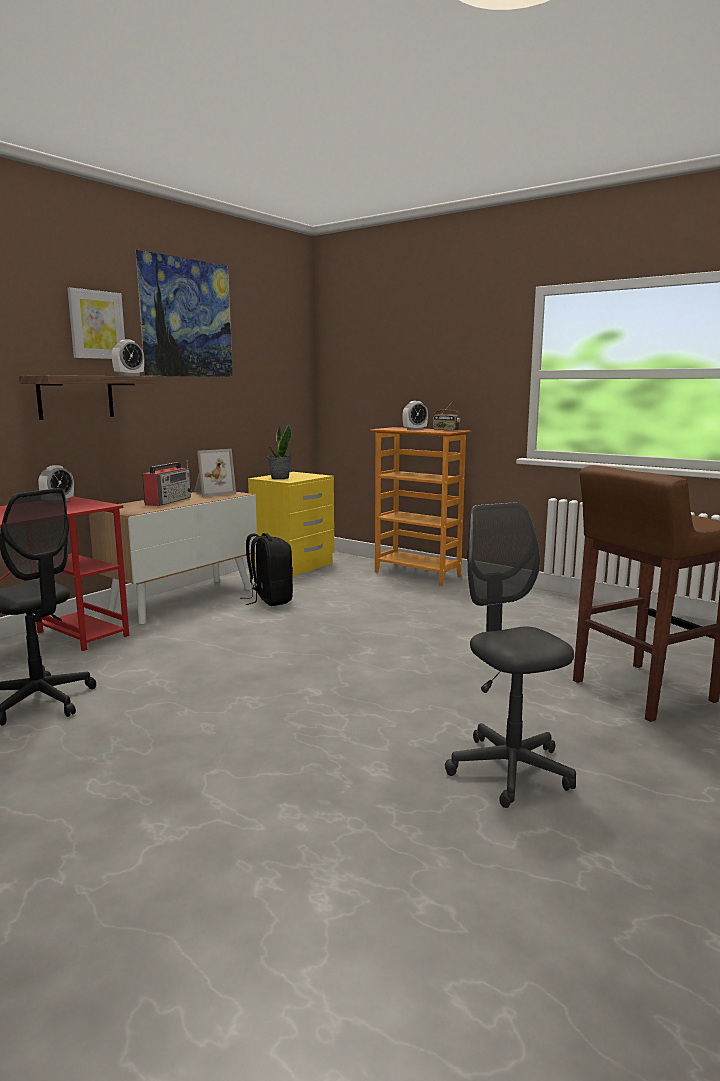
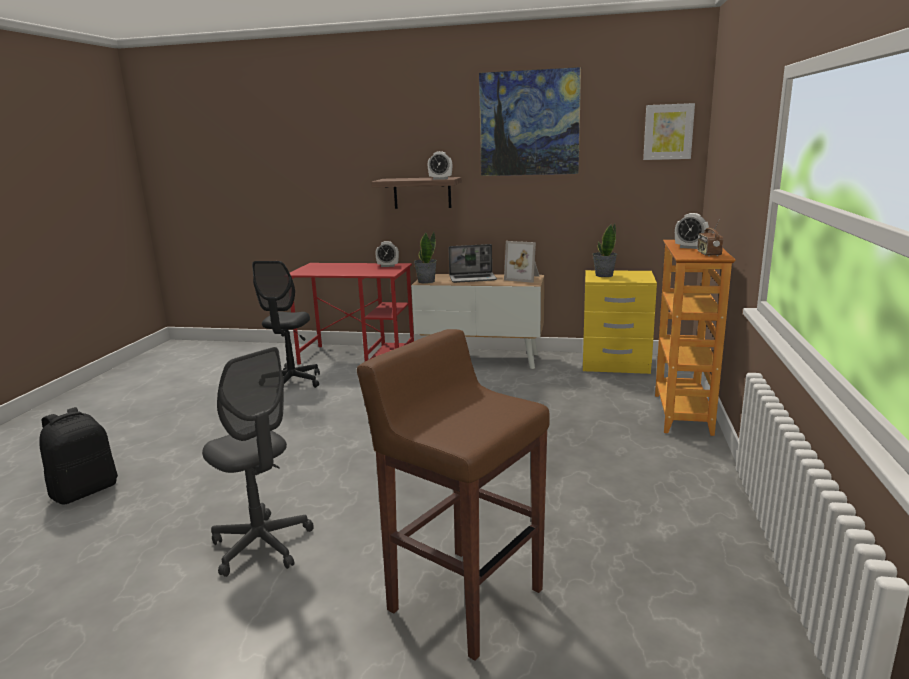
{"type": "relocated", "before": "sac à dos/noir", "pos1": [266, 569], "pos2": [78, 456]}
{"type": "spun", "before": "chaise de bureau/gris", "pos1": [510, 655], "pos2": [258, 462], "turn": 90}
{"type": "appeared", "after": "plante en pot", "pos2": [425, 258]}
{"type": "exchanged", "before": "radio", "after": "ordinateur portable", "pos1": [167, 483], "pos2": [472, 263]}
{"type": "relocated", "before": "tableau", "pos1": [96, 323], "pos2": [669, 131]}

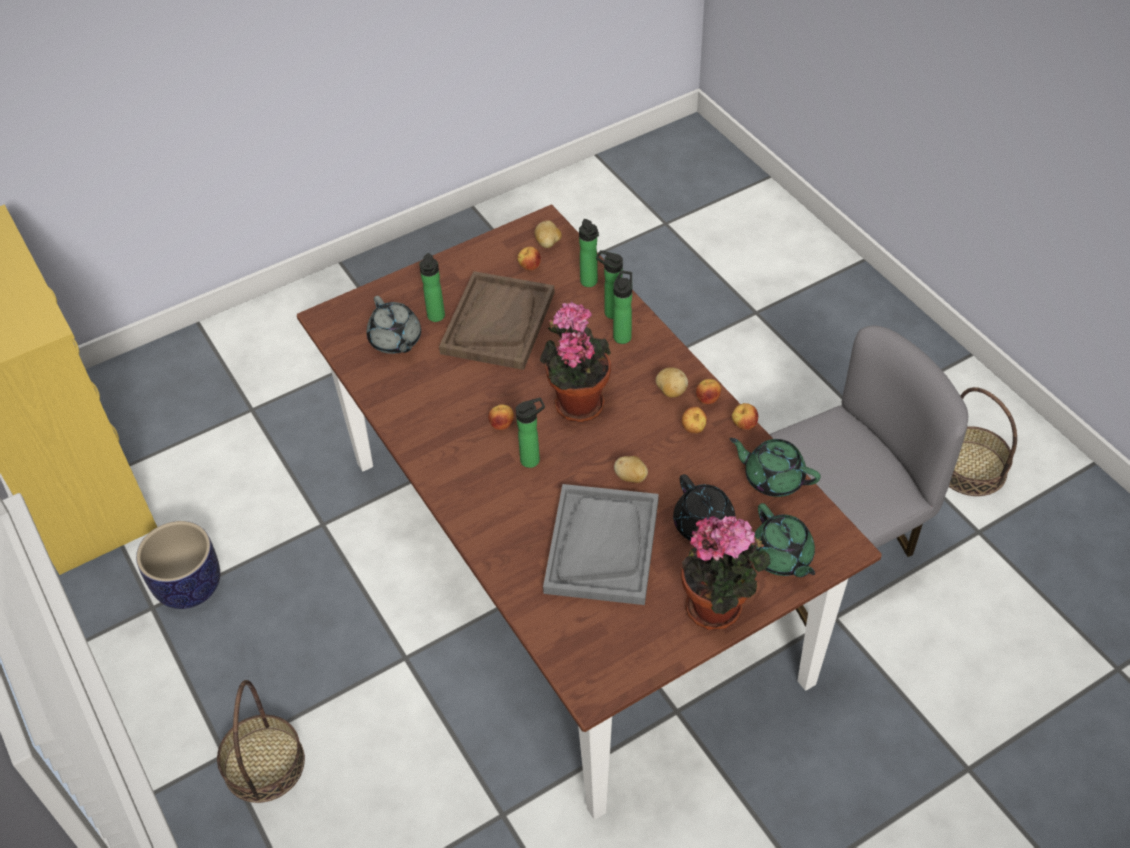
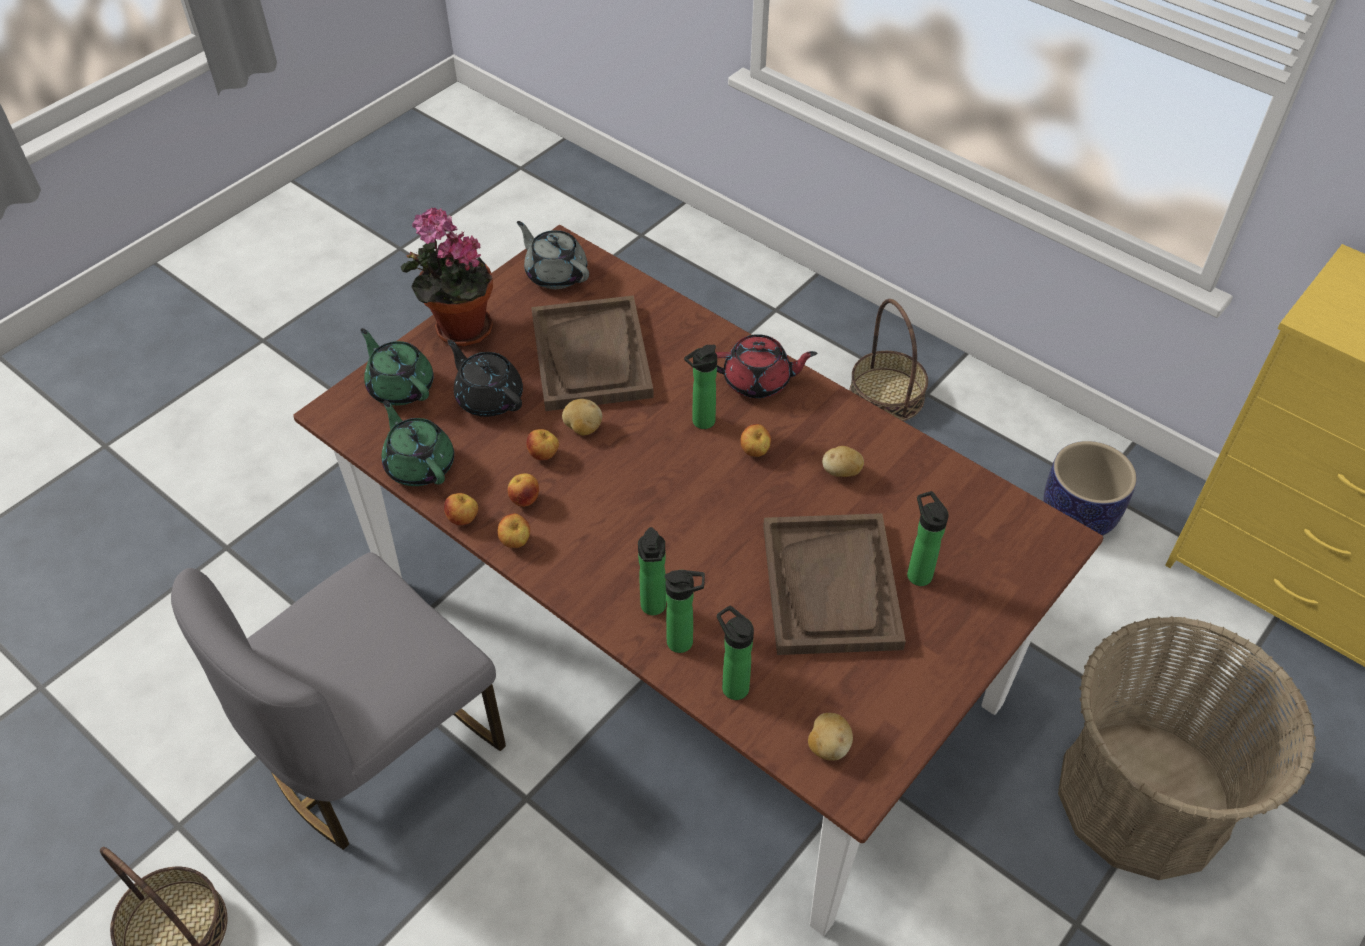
{"type": "spun", "before": "théière/vert", "pos1": [775, 467], "pos2": [418, 443], "turn": -135}
{"type": "relocated", "before": "théière/gris", "pos1": [393, 325], "pos2": [553, 255]}
{"type": "relocated", "before": "pomme", "pos1": [529, 259], "pos2": [543, 444]}
{"type": "colour", "before": "plateau/gris", "after": "plateau/marron", "pos1": [601, 544], "pos2": [592, 353]}
{"type": "appeared", "after": "théière/rouge", "pos2": [766, 366]}
{"type": "relocated", "before": "pomme de terre", "pos1": [672, 382], "pos2": [843, 461]}
{"type": "appeared", "after": "panier", "pos2": [1187, 748]}
{"type": "missing", "before": "plante en pot", "pos1": [575, 362]}

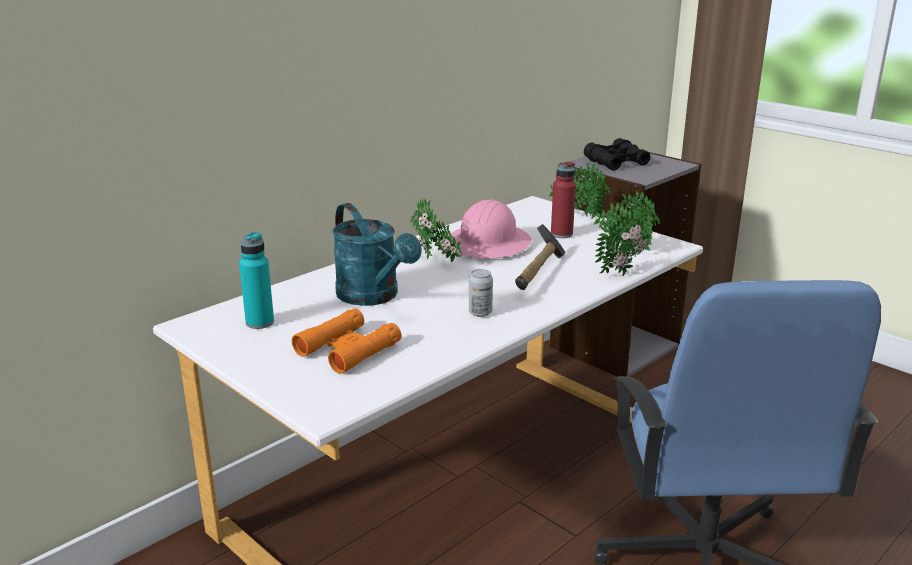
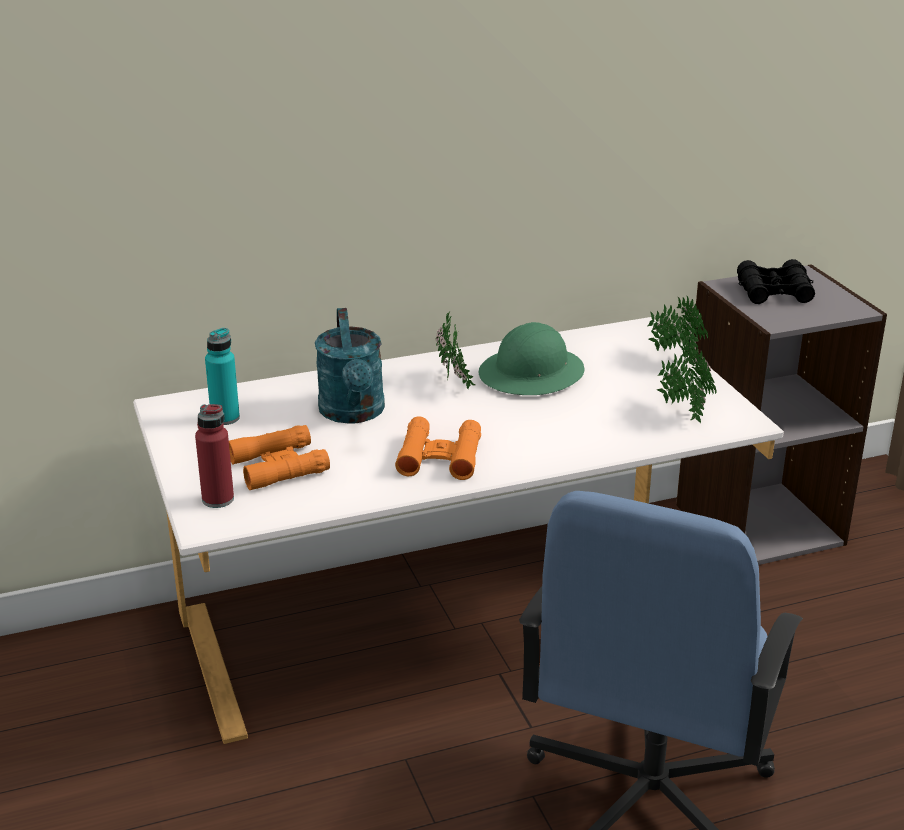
{"type": "relocated", "before": "bouteille/rouge", "pos1": [563, 199], "pos2": [214, 456]}
{"type": "exchanged", "before": "boîte métallique", "after": "jumelles/orange", "pos1": [481, 293], "pos2": [438, 448]}
{"type": "colour", "before": "casque de chantier/rose", "after": "casque de chantier/vert", "pos1": [490, 229], "pos2": [531, 358]}
{"type": "missing", "before": "marteau", "pos1": [540, 257]}
{"type": "missing", "before": "plante en pot", "pos1": [623, 245]}

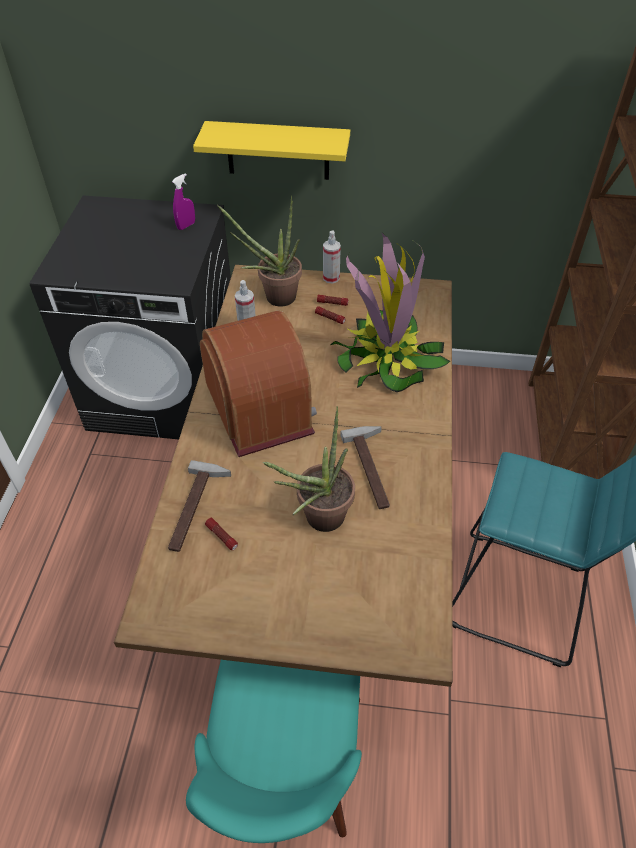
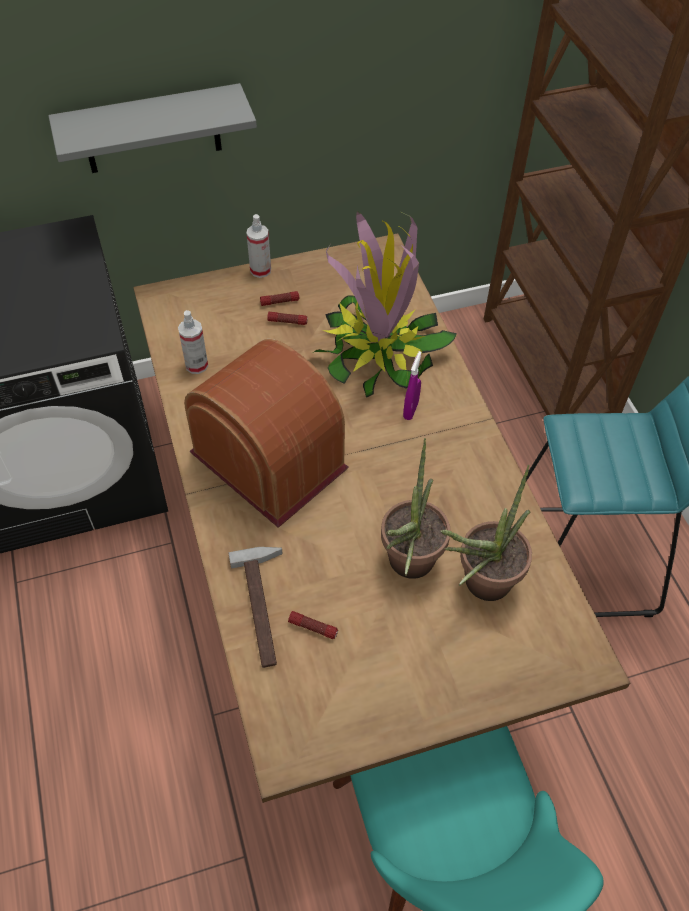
{"type": "colour", "before": "étagère/jaune", "after": "étagère/gris", "pos1": [271, 150], "pos2": [152, 128]}
{"type": "relocated", "before": "vaporisateur/violet", "pos1": [183, 201], "pos2": [412, 385]}
{"type": "relocated", "before": "plante en pot", "pos1": [259, 251], "pos2": [486, 533]}
{"type": "missing", "before": "marteau", "pos1": [365, 467]}

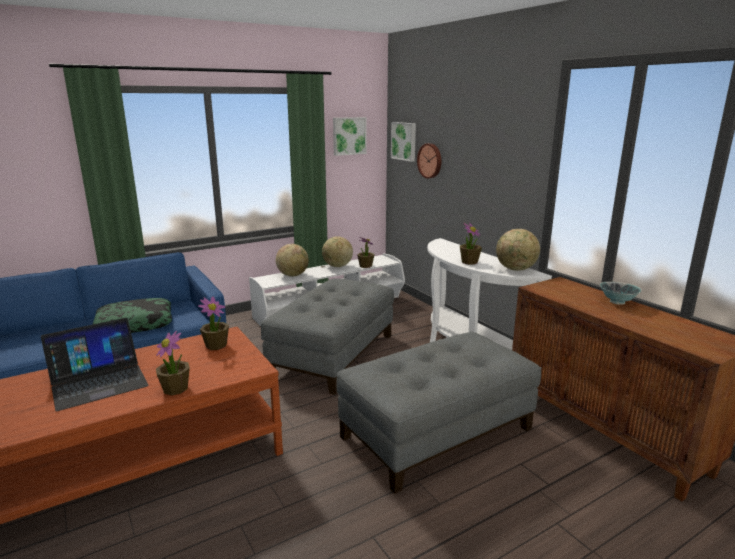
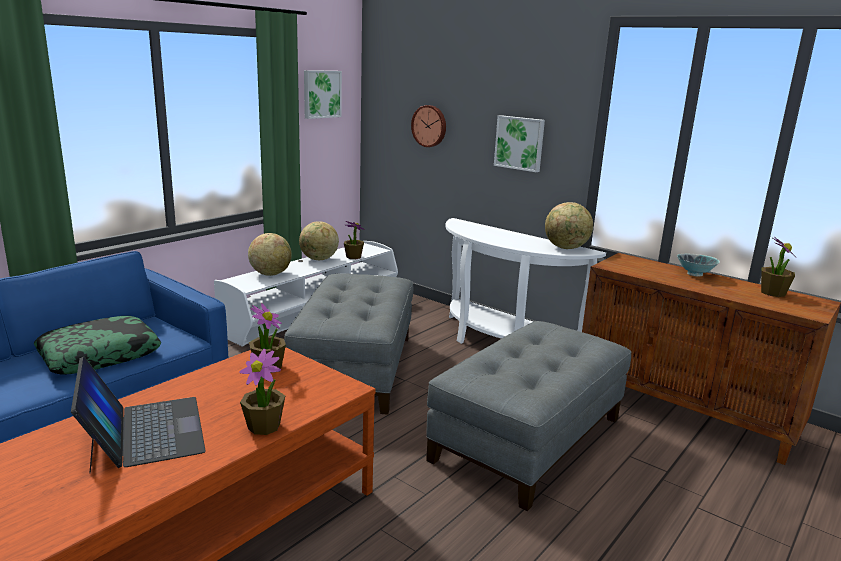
{"type": "spun", "before": "ordinateur portable", "pos1": [94, 364], "pos2": [138, 414], "turn": -60}
{"type": "relocated", "before": "tableau", "pos1": [403, 142], "pos2": [519, 143]}
{"type": "relocated", "before": "plante en pot", "pos1": [471, 243], "pos2": [778, 267]}

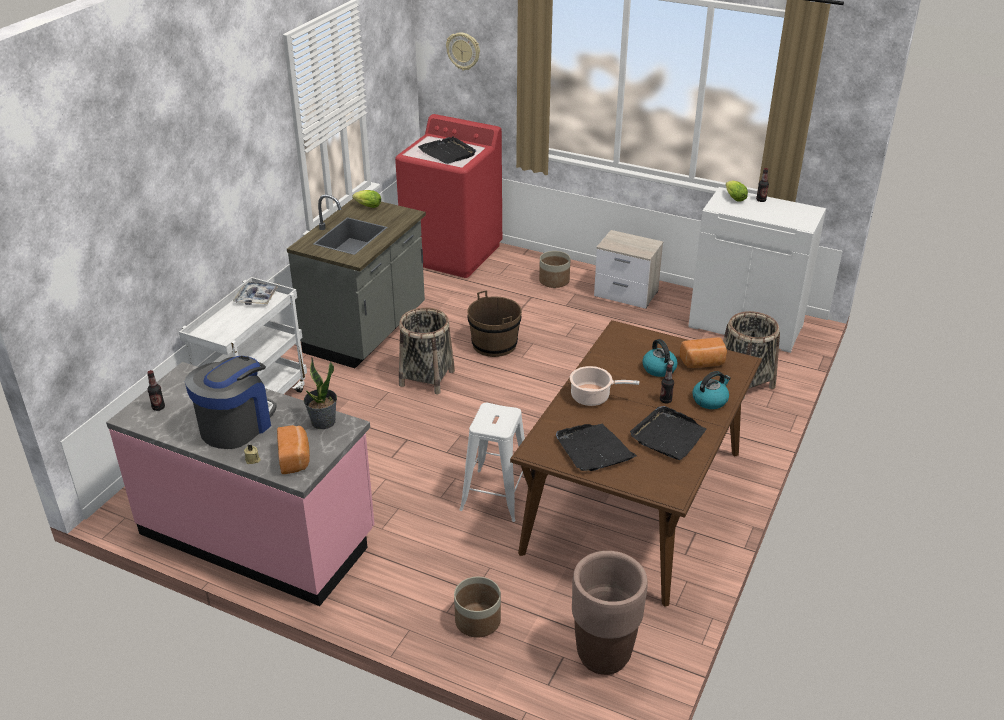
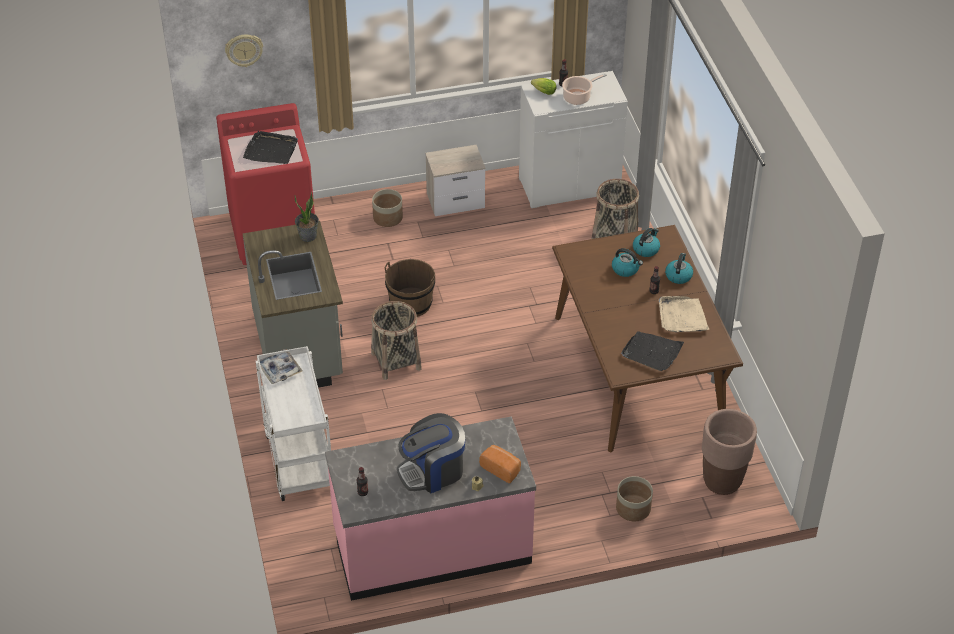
{"type": "relocated", "before": "plante en pot", "pos1": [320, 393], "pos2": [307, 216]}
{"type": "spun", "before": "machine à café", "pos1": [231, 402], "pos2": [431, 453], "turn": -105}
{"type": "relocated", "before": "marmite", "pos1": [604, 386], "pos2": [584, 89]}
{"type": "exchanged", "before": "pain", "after": "bouilloire", "pos1": [703, 352], "pos2": [646, 242]}
{"type": "colour", "before": "plateau/noir", "after": "plateau/beige", "pos1": [668, 433], "pos2": [684, 314]}
{"type": "missing", "before": "laitue", "pos1": [367, 199]}
{"type": "missing", "before": "tabouret/blanc", "pos1": [492, 462]}

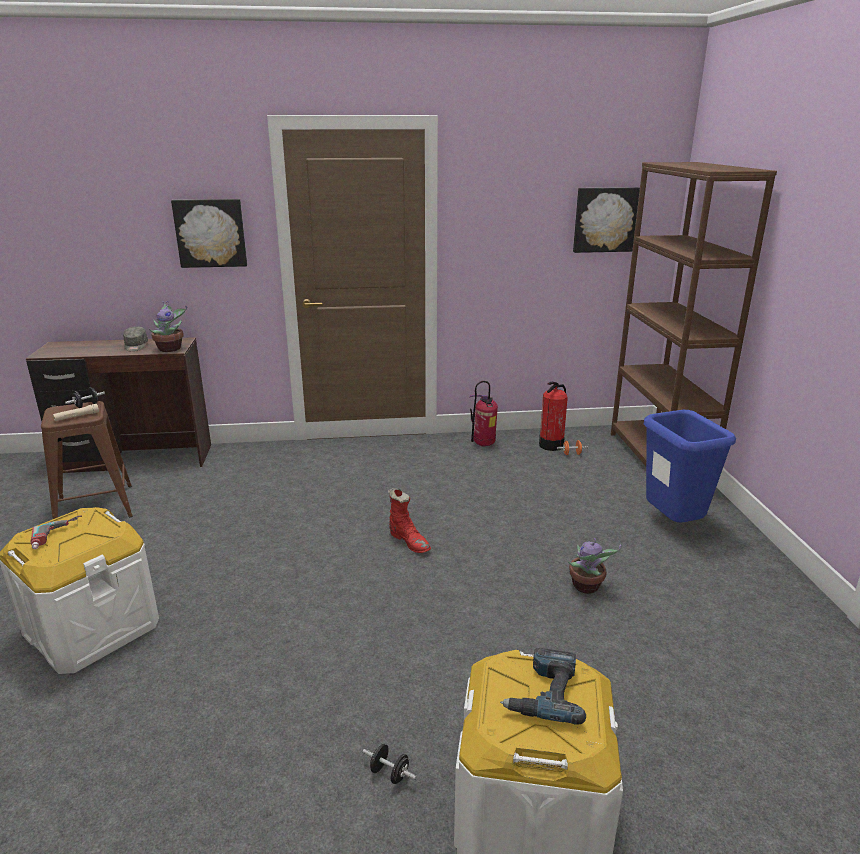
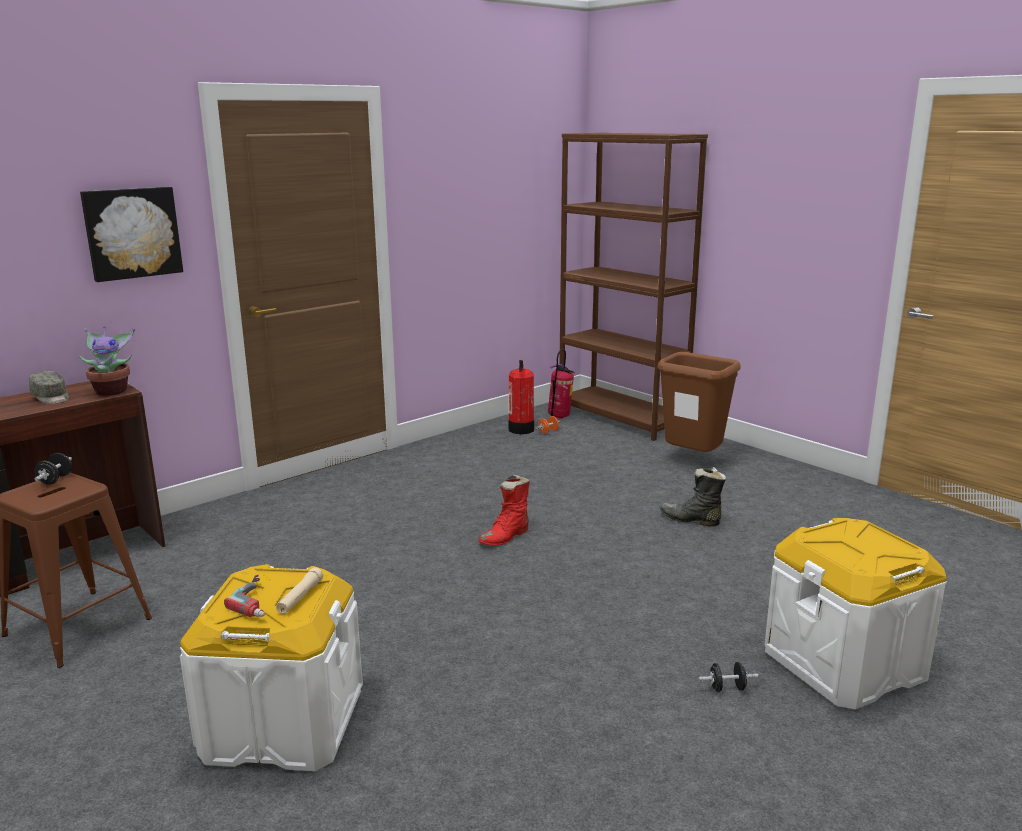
{"type": "relocated", "before": "lampe de poche/beige", "pos1": [76, 412], "pos2": [299, 591]}
{"type": "spun", "before": "botte/rouge", "pos1": [409, 520], "pos2": [504, 510], "turn": 120}
{"type": "relocated", "before": "extincteur", "pos1": [483, 414], "pos2": [561, 384]}
{"type": "colour", "before": "poubelle/bleu", "after": "poubelle/marron", "pos1": [690, 466], "pos2": [699, 402]}
{"type": "exchanged", "before": "plante en pot", "after": "botte/noir", "pos1": [594, 566], "pos2": [693, 496]}
{"type": "missing", "before": "perceuse", "pos1": [543, 686]}
{"type": "missing", "before": "tableau", "pos1": [606, 220]}

